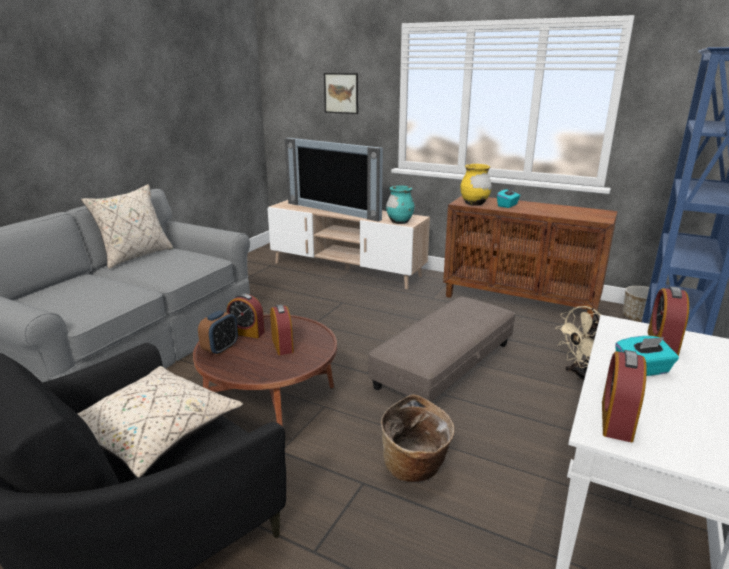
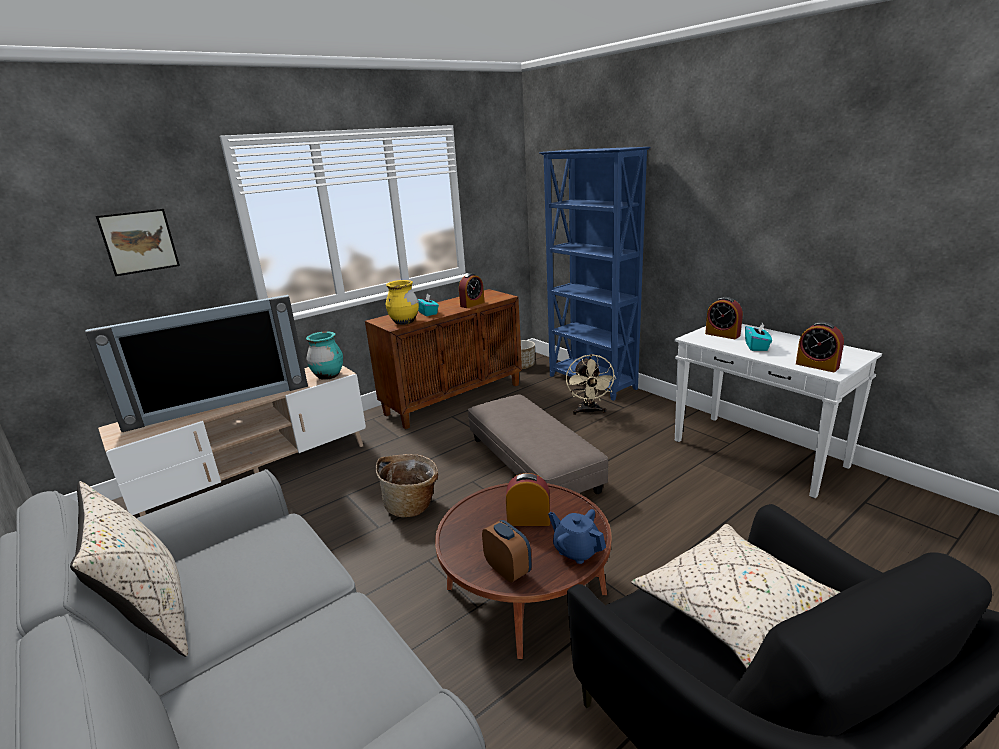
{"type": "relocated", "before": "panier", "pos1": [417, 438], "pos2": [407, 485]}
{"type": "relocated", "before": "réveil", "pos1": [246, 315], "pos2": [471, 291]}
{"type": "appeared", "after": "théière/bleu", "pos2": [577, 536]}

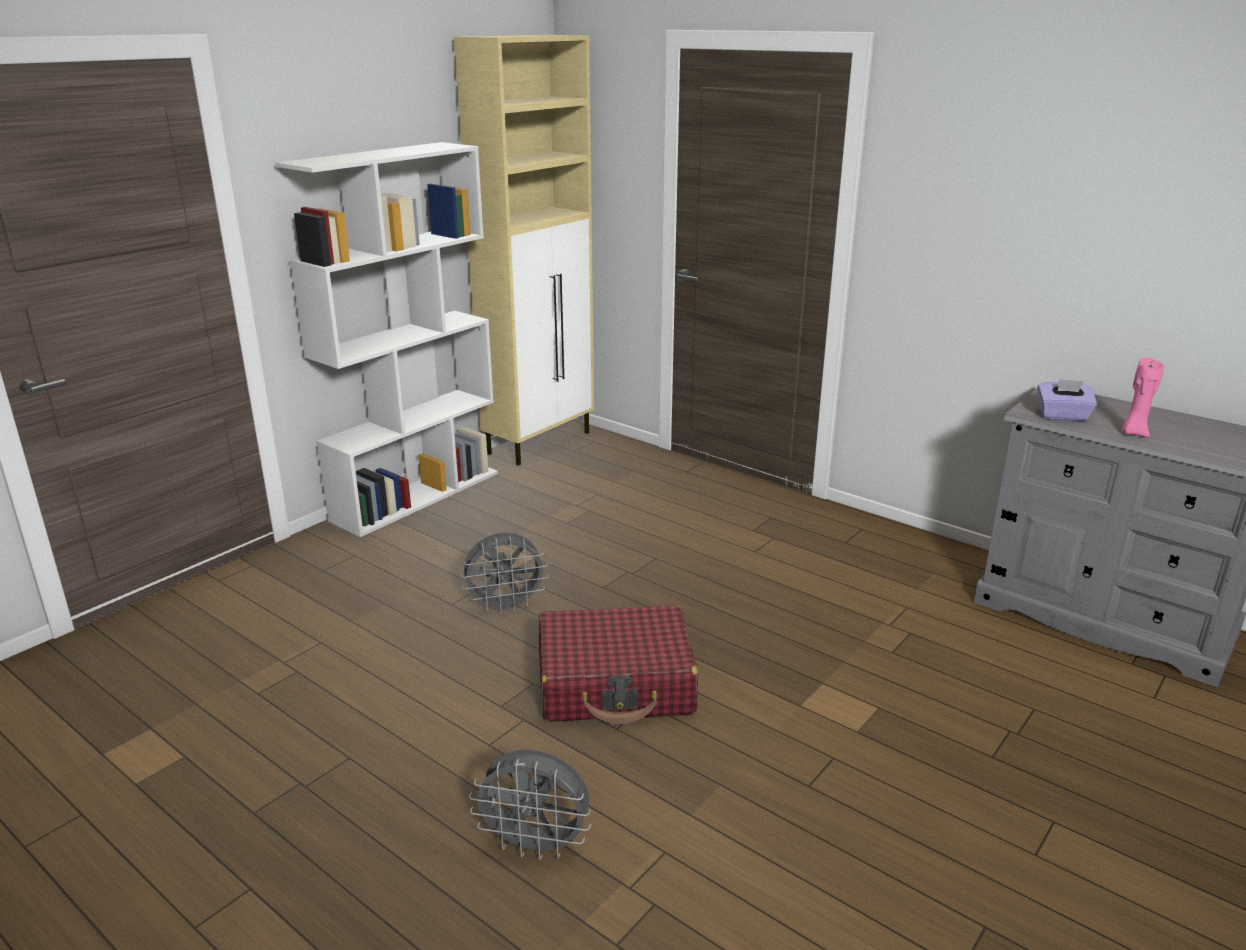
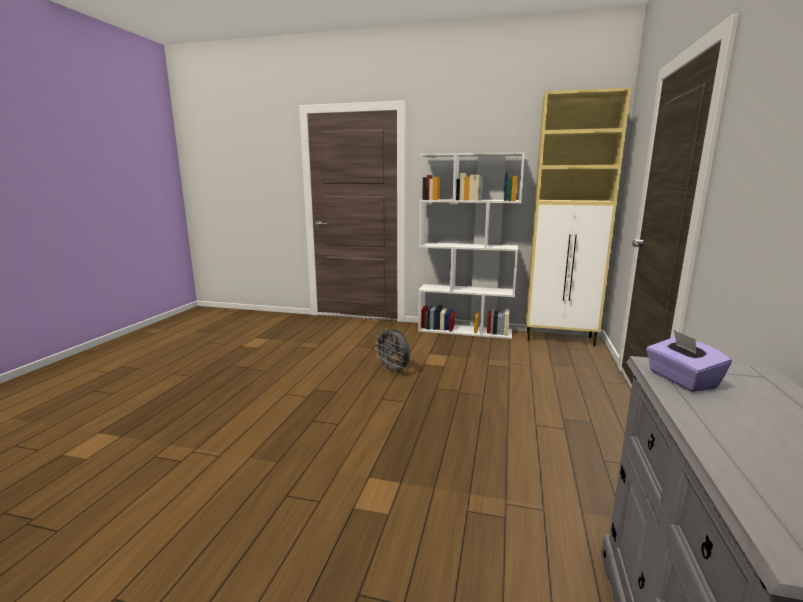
{"type": "missing", "before": "ventilateur/gris", "pos1": [530, 804]}
{"type": "missing", "before": "valise/rouge", "pos1": [618, 664]}
{"type": "missing", "before": "bougie/rose", "pos1": [1142, 397]}

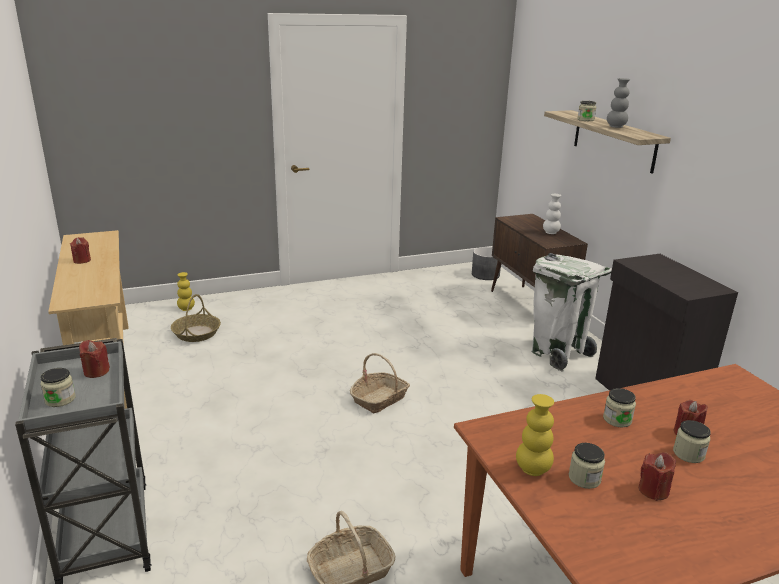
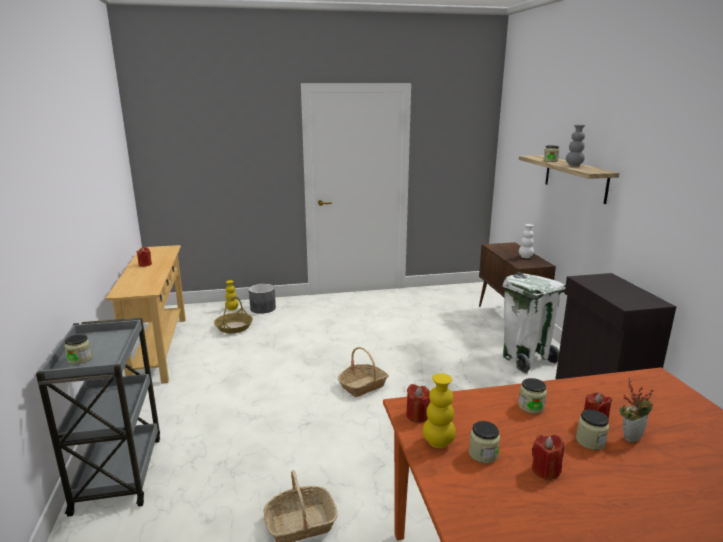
{"type": "relocated", "before": "cache-pot/gris", "pos1": [486, 263], "pos2": [262, 299]}
{"type": "relocated", "before": "bougie/rouge", "pos1": [94, 359], "pos2": [418, 403]}
{"type": "appeared", "after": "plante en pot", "pos2": [636, 410]}

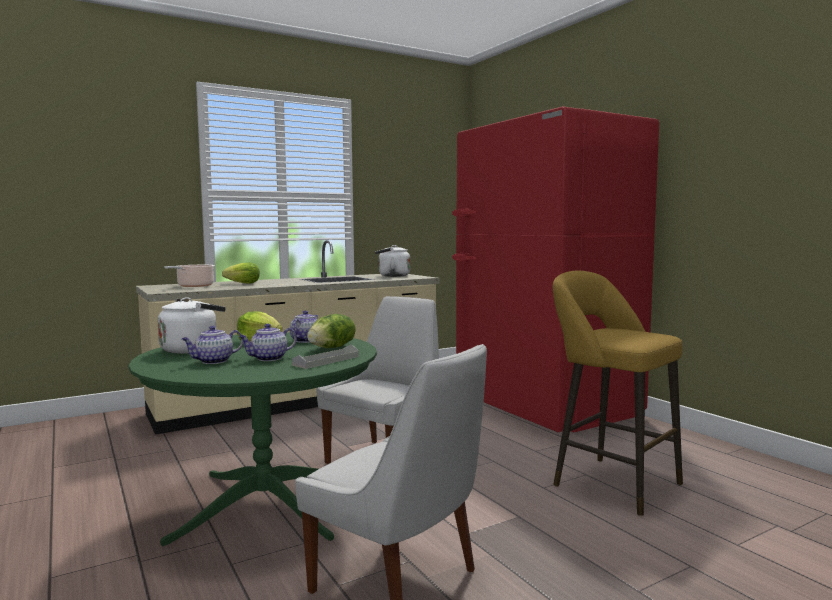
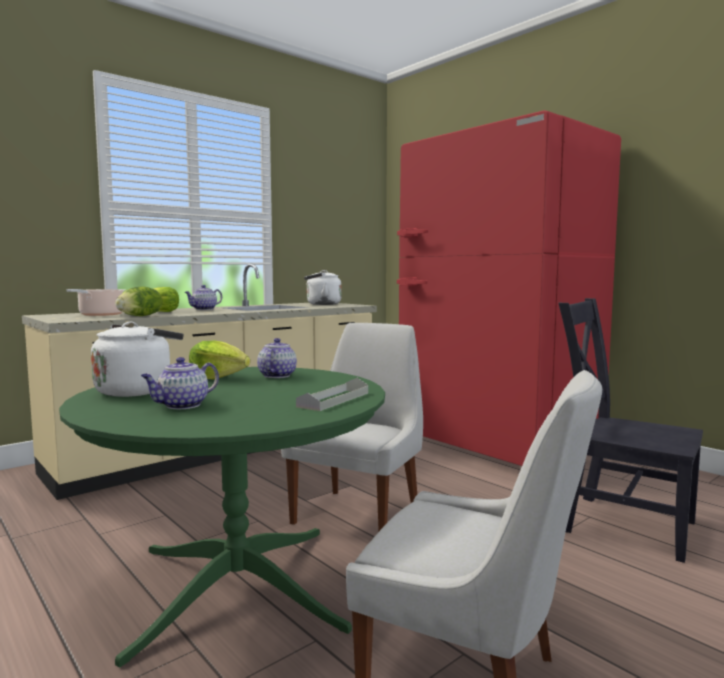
{"type": "relocated", "before": "laitue", "pos1": [331, 331], "pos2": [138, 301]}
{"type": "relocated", "before": "théière", "pos1": [268, 342], "pos2": [203, 297]}
{"type": "exchanged", "before": "tabouret/jaune", "after": "chaise/noir", "pos1": [618, 393], "pos2": [631, 430]}

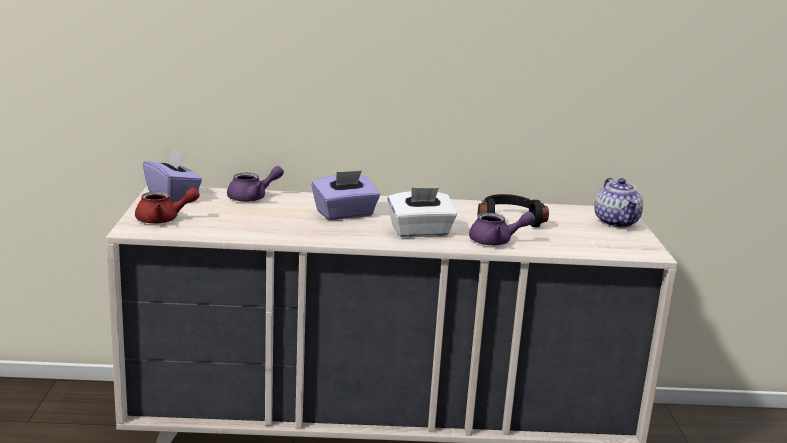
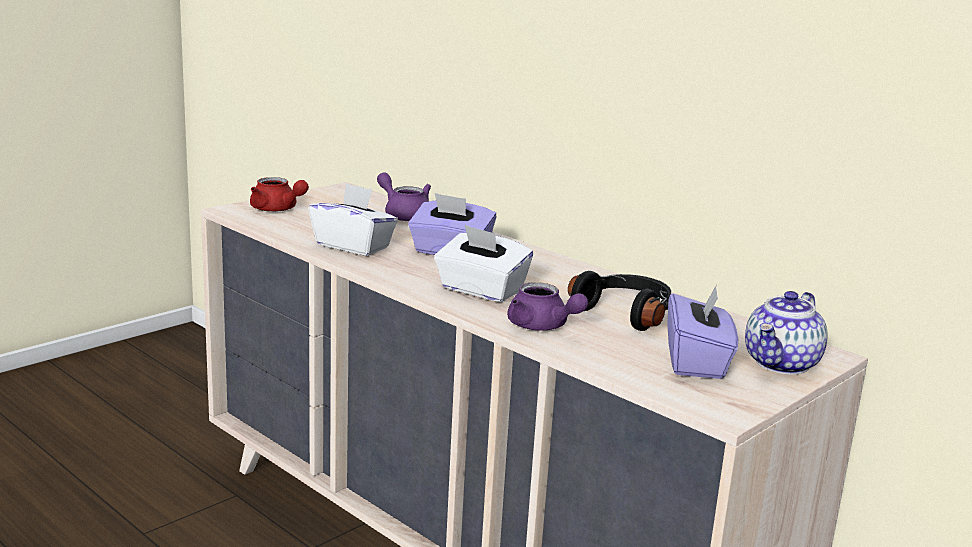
{"type": "appeared", "after": "boîte à mouchoirs/blanc", "pos2": [353, 219]}
{"type": "spun", "before": "théière/violet", "pos1": [255, 184], "pos2": [404, 197], "turn": -150}
{"type": "relocated", "before": "boîte à mouchoirs/violet", "pos1": [172, 176], "pos2": [702, 331]}

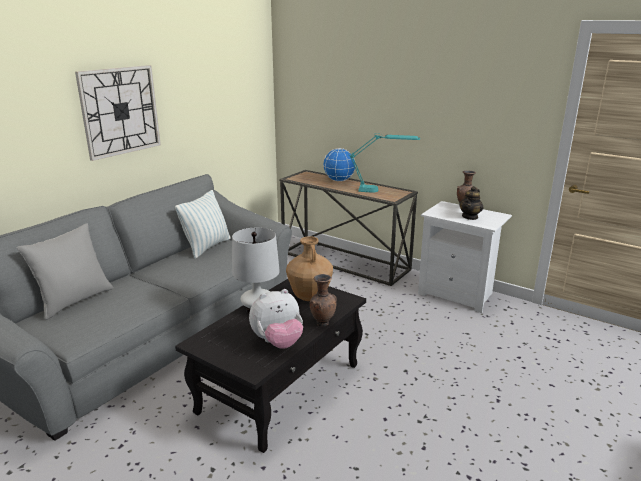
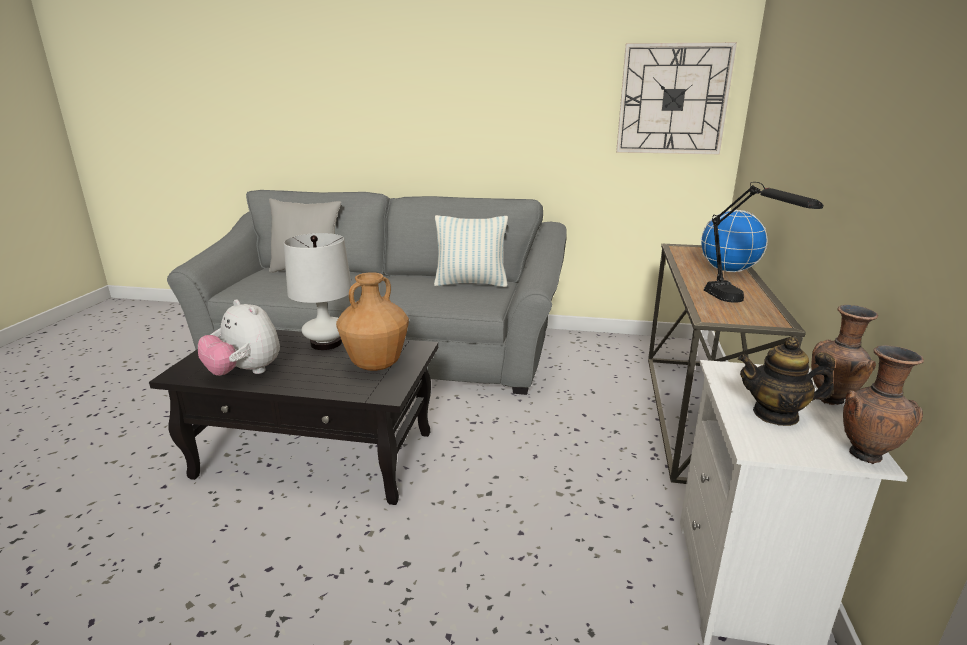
{"type": "relocated", "before": "horloge murale", "pos1": [118, 113], "pos2": [676, 98]}
{"type": "colour", "before": "lampe de table/turquoise", "after": "lampe de table/noir", "pos1": [384, 163], "pos2": [763, 242]}
{"type": "relocated", "before": "vase/marron", "pos1": [323, 300], "pos2": [883, 404]}

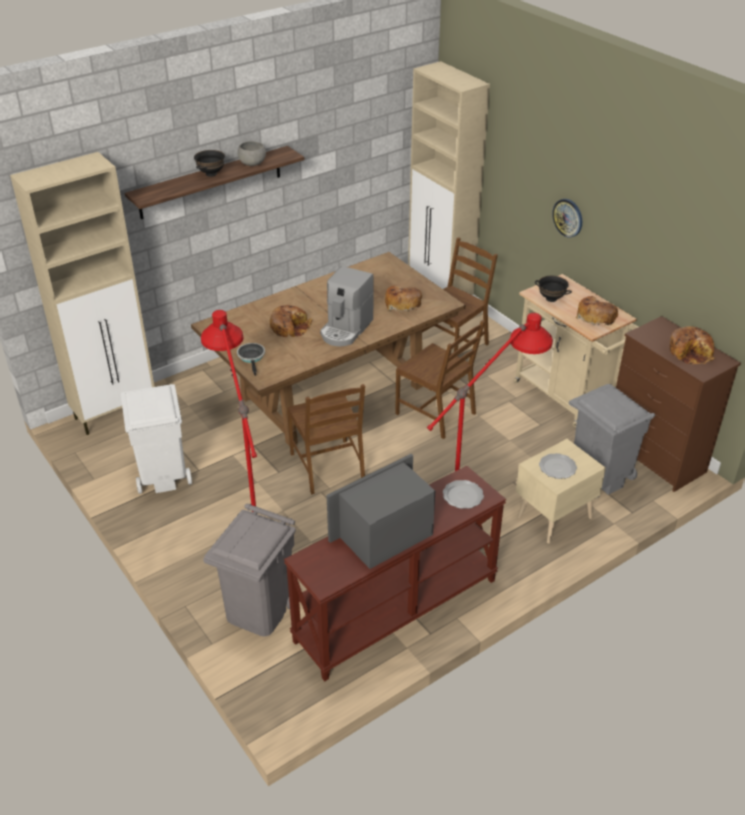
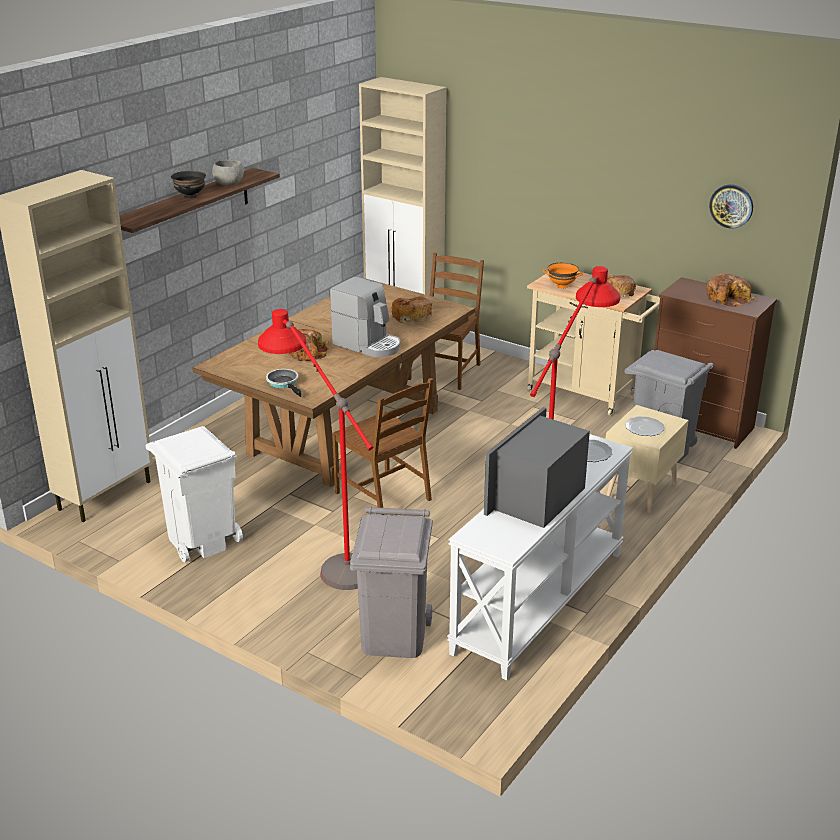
{"type": "spun", "before": "machine à café", "pos1": [347, 306], "pos2": [365, 317], "turn": -60}
{"type": "colour", "before": "table console/marron", "after": "table console/blanc", "pos1": [395, 573], "pos2": [540, 557]}
{"type": "colour", "before": "bol/noir", "after": "bol/orange", "pos1": [553, 289], "pos2": [562, 275]}
{"type": "relocated", "before": "horloge murale", "pos1": [567, 218], "pos2": [731, 206]}
{"type": "missing", "before": "chaise/marron", "pos1": [440, 379]}

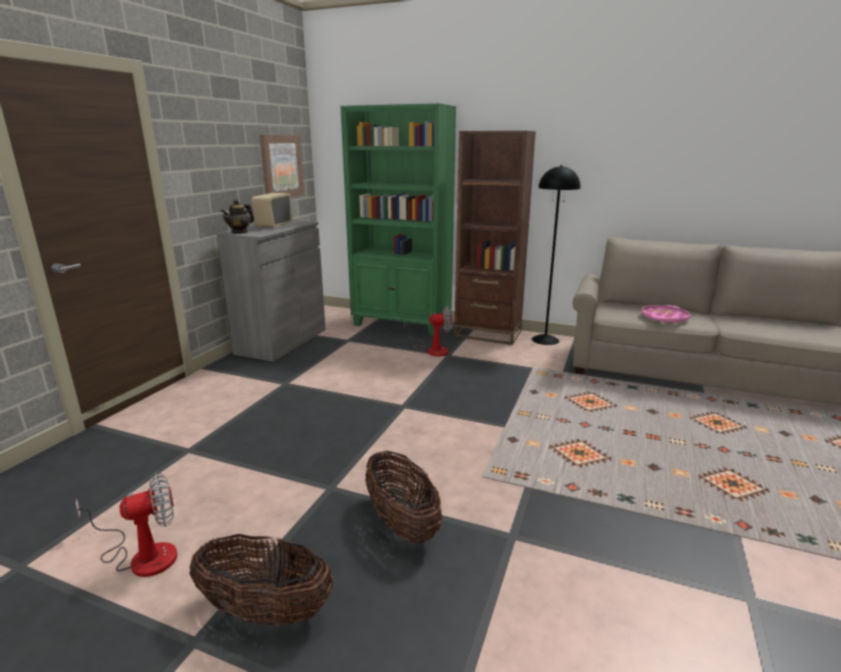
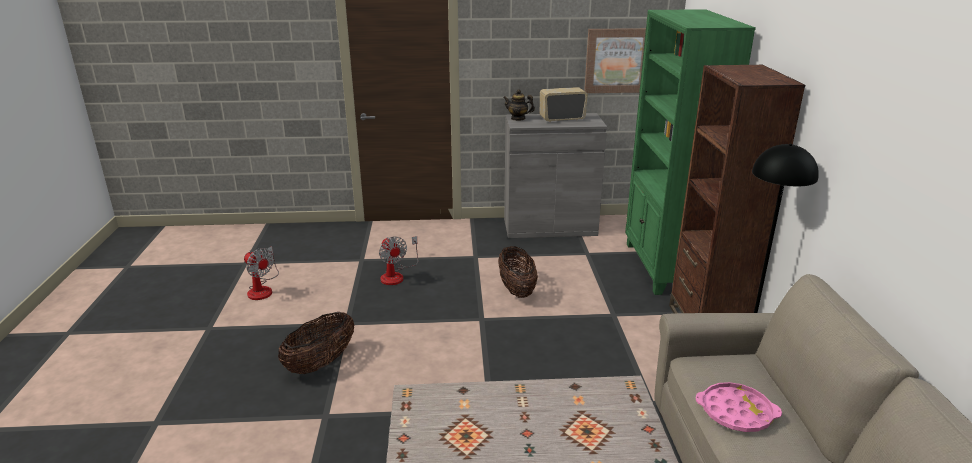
{"type": "relocated", "before": "ventilateur", "pos1": [428, 331], "pos2": [398, 260]}
{"type": "relocated", "before": "panier", "pos1": [261, 580], "pos2": [518, 272]}

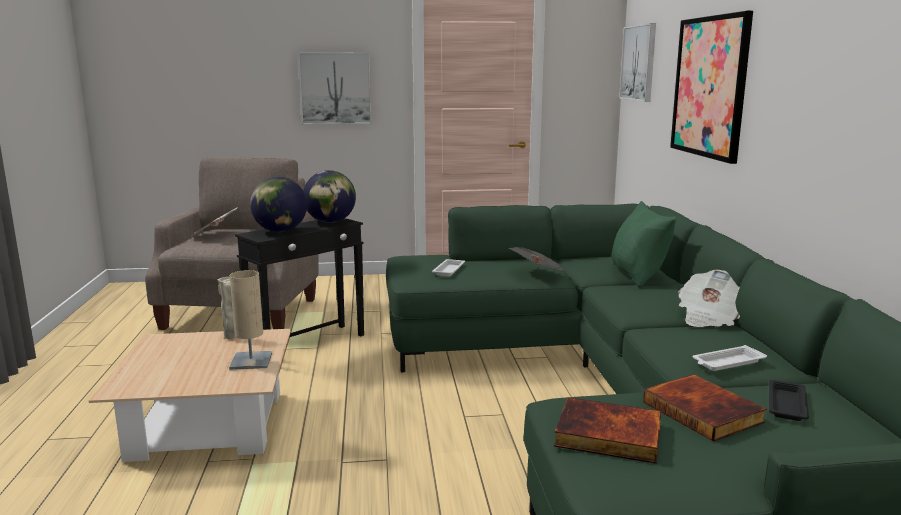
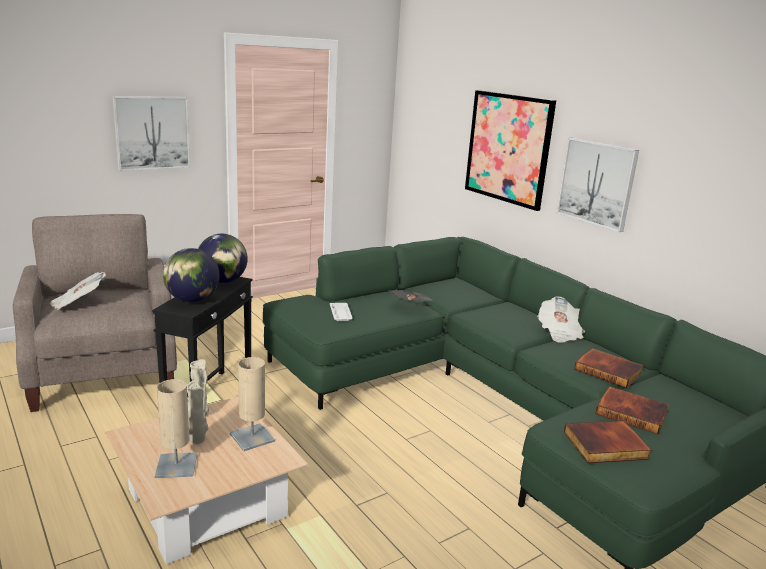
{"type": "appeared", "after": "lampe de table/beige", "pos2": [176, 428]}
{"type": "appeared", "after": "vase/beige", "pos2": [197, 412]}
{"type": "relocated", "before": "tableau", "pos1": [637, 62], "pos2": [598, 185]}
{"type": "exchanged", "before": "plateau/blanc", "after": "livre", "pos1": [729, 358], "pos2": [609, 368]}
{"type": "missing", "before": "coussin/vert", "pos1": [644, 244]}
{"type": "missing", "before": "plateau/noir", "pos1": [789, 400]}

